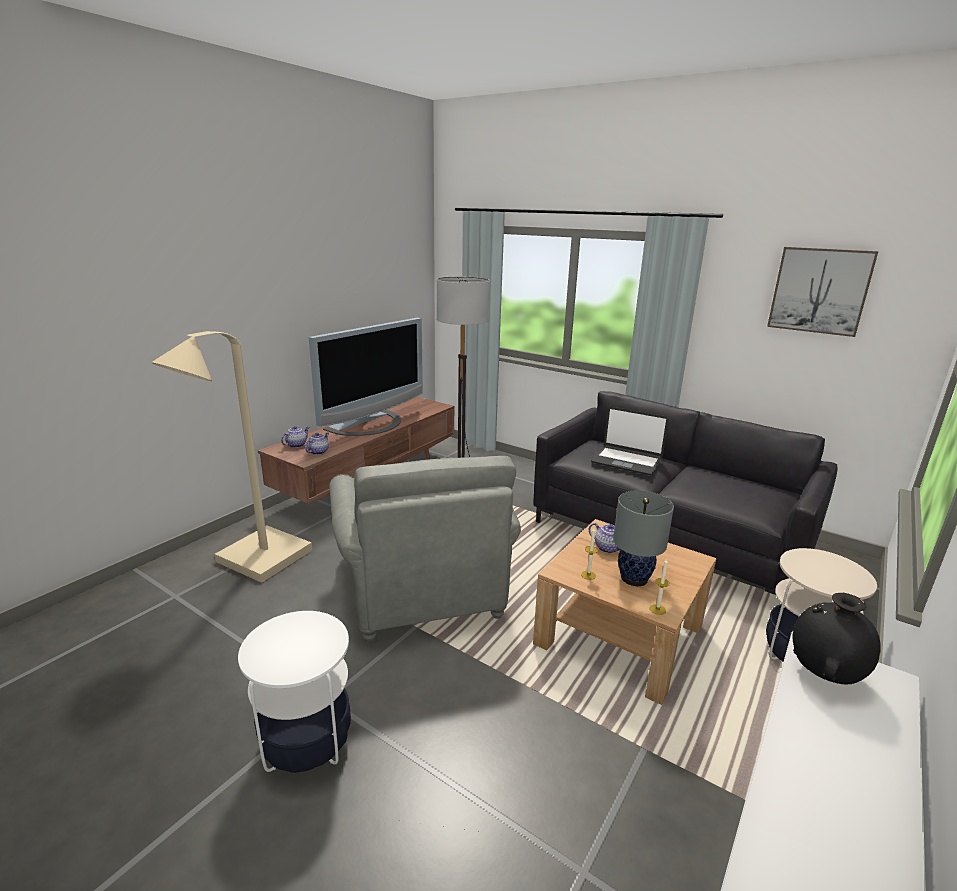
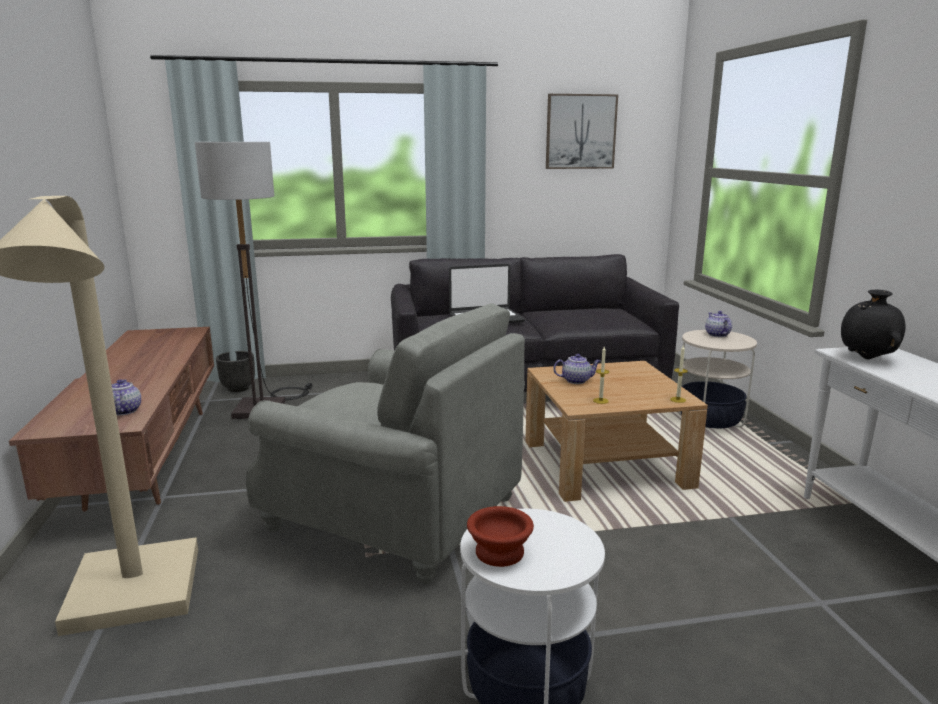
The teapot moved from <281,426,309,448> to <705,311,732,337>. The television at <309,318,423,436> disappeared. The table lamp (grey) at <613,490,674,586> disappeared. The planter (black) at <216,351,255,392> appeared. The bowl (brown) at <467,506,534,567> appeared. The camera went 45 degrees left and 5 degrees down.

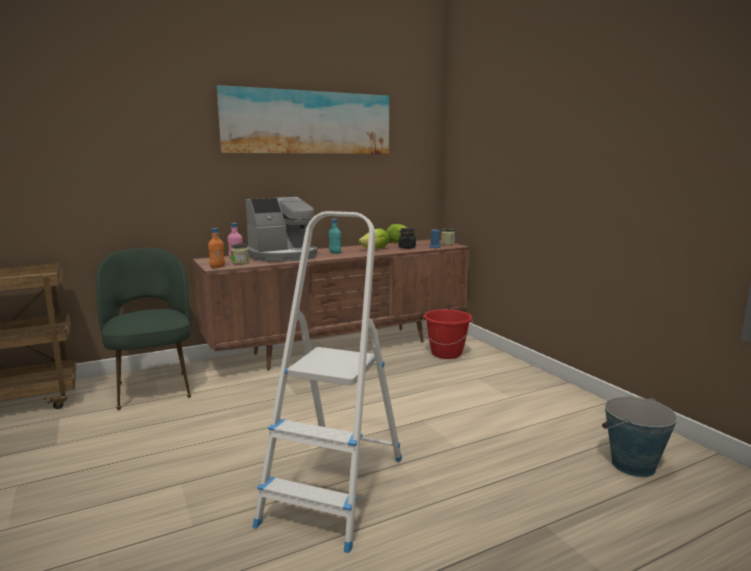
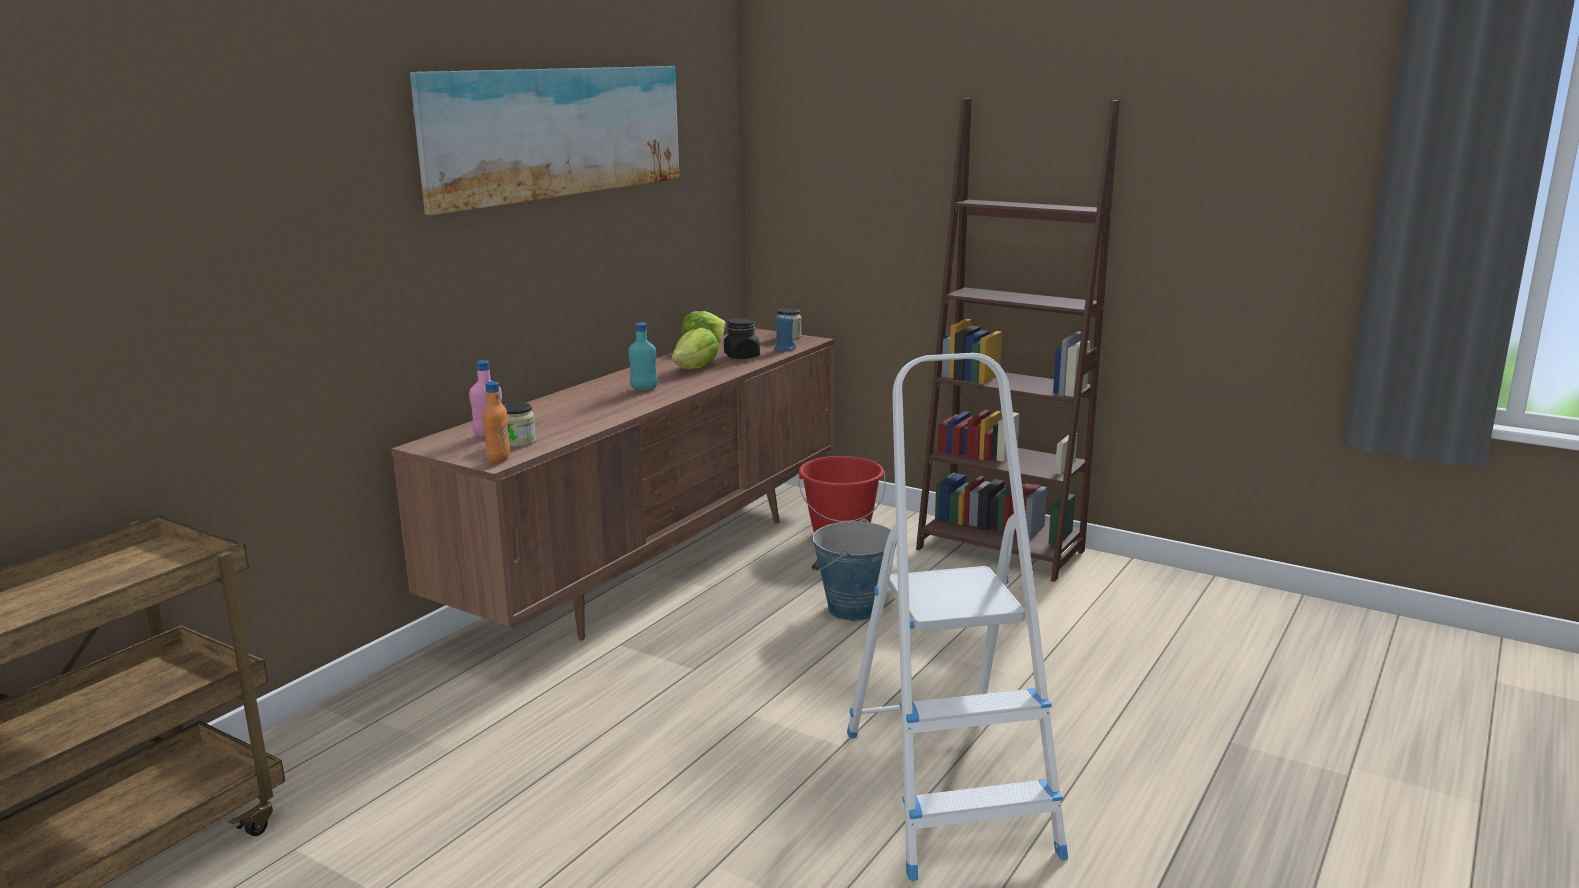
The chair (green) at <96,248,191,410> disappeared. The coffee machine at <245,197,317,262> disappeared. The bucket moved from <602,396,678,477> to <812,519,897,621>. The bookcase (brown) at <916,98,1120,582> appeared. The camera went 30 degrees left and 5 degrees up.

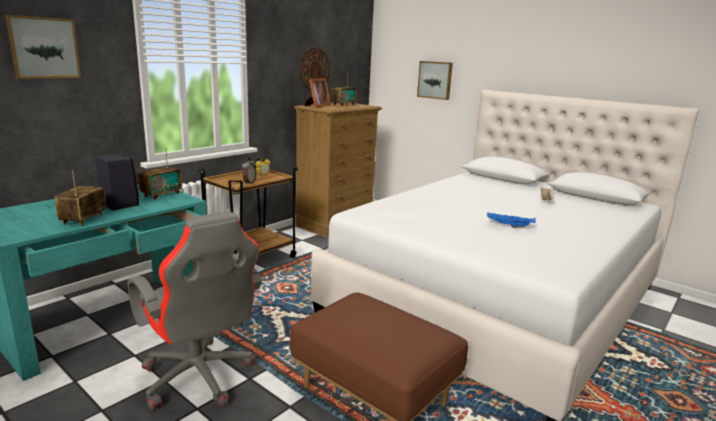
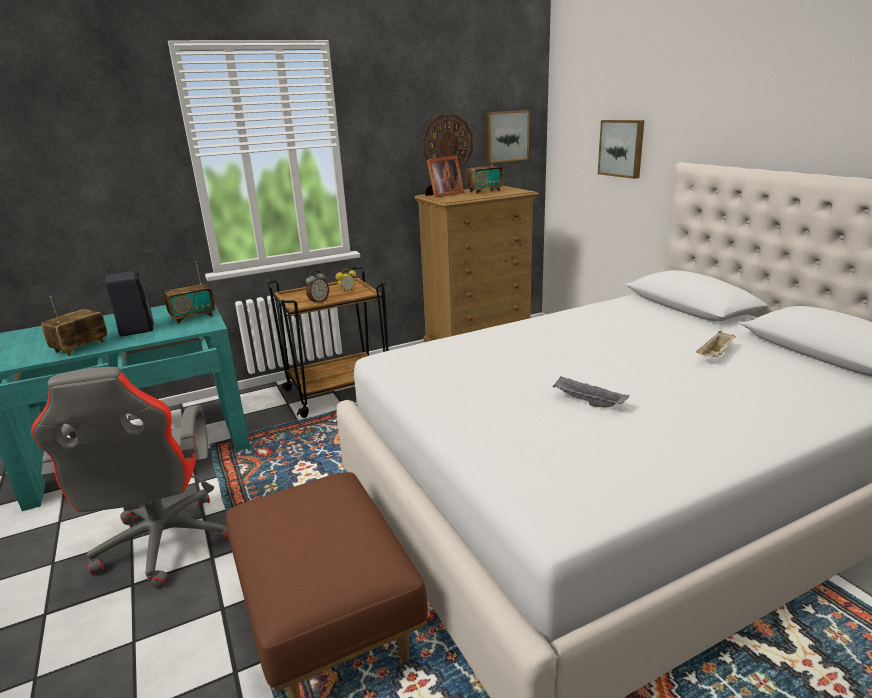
The picture moved from <5,15,81,79> to <486,110,530,163>. The tray (blue) at <487,213,536,228> became the tray (grey) at <553,377,629,408>. The camera went 25 degrees right and 5 degrees up.

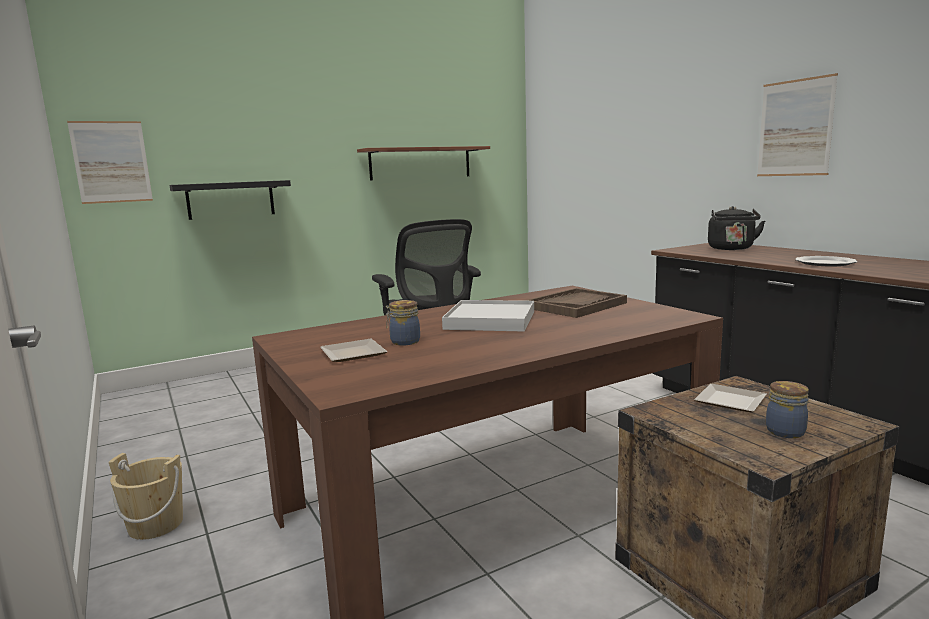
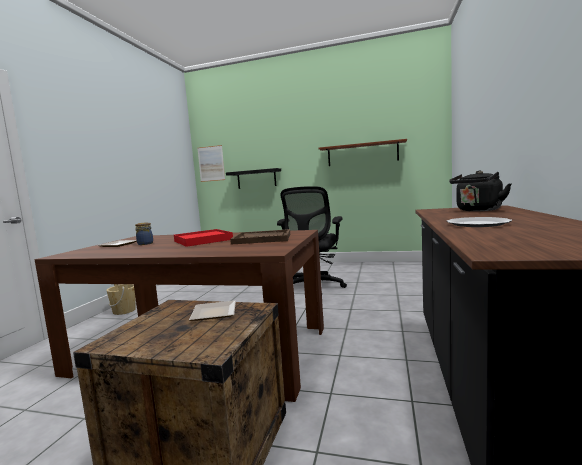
The tray (white) at <442,300,534,332> became the tray (red) at <174,229,233,247>. The picture at <757,73,838,176> disappeared. The jar at <766,381,809,438> disappeared. The camera went 45 degrees right and 5 degrees down.

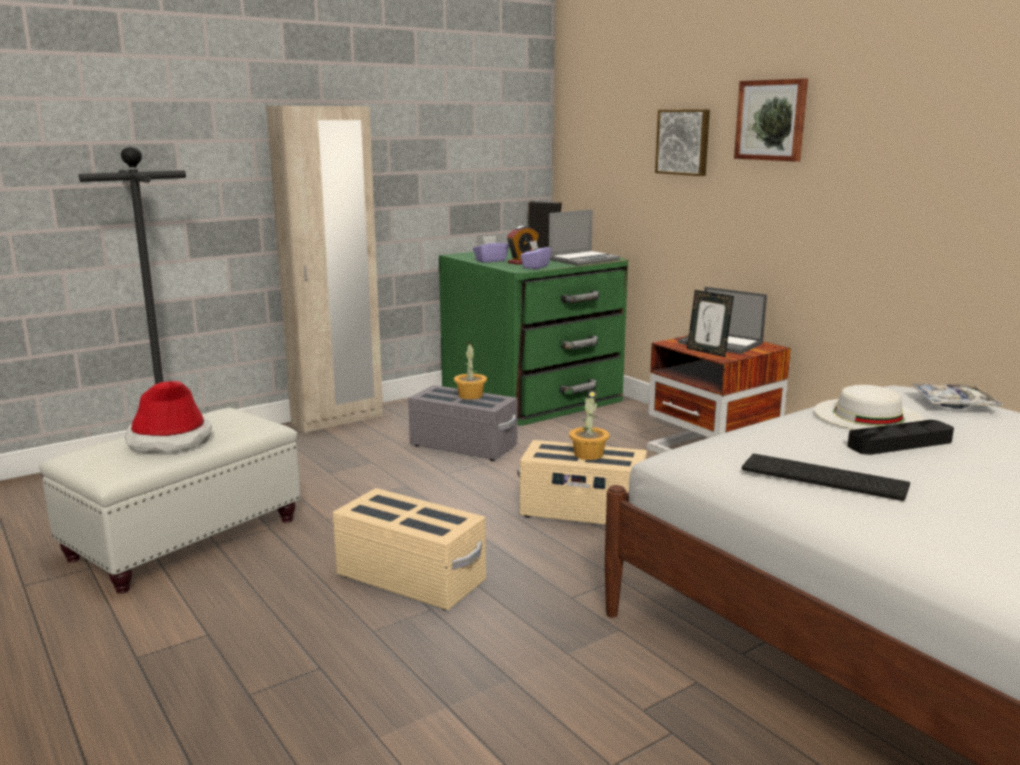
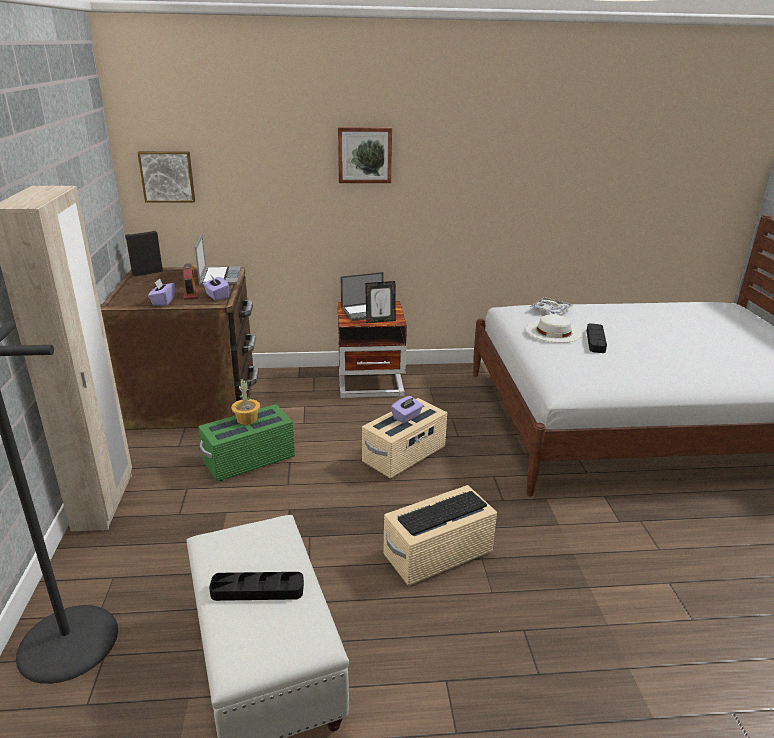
The hat at <125,381,212,453> was replaced by the tray (black) at <209,572,304,601>. The storage box (grey) at <408,385,518,461> became the storage box (green) at <198,404,295,482>. The dresser (green) at <439,248,628,426> became the dresser (brown) at <100,267,258,430>. The potted plant at <569,390,609,460> was replaced by the tissue box (purple) at <391,396,423,423>. The picture moved from <655,109,710,176> to <137,151,195,203>. The keyboard moved from <742,454,910,501> to <398,491,487,535>. The camera went 60 degrees left and 10 degrees up.

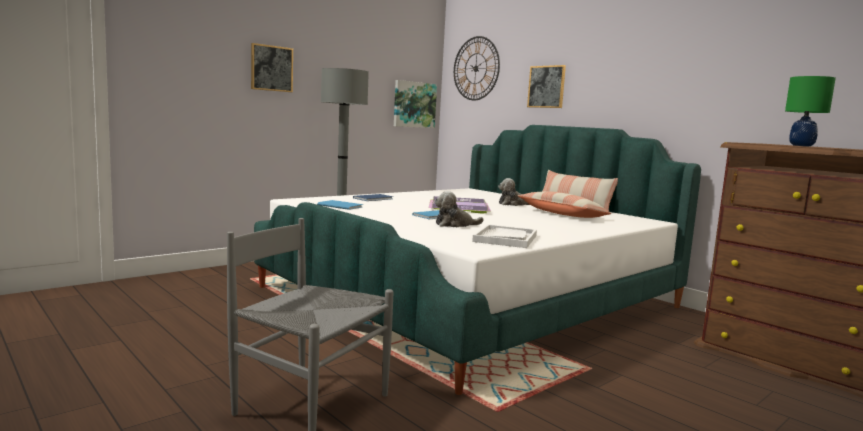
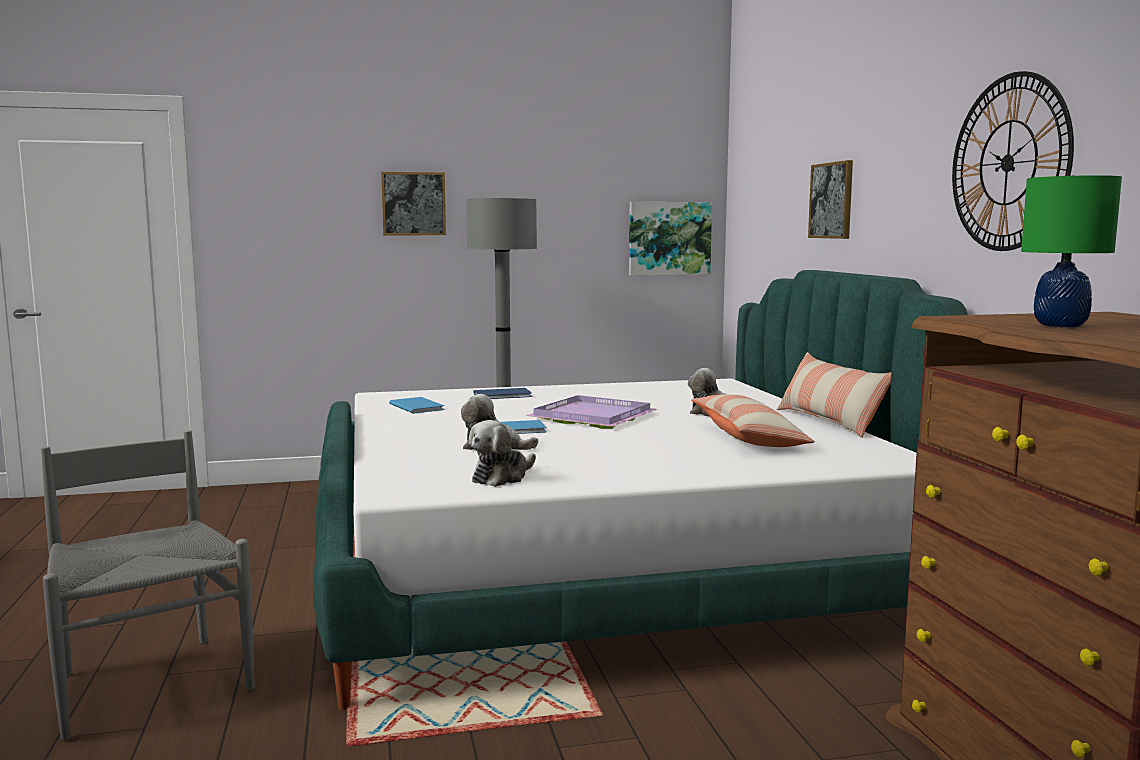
The wall clock moved from <454,36,500,101> to <952,71,1074,251>. The tray (white) at <472,224,537,248> was replaced by the plush toy at <468,420,536,487>. The camera went 30 degrees right and 0 degrees up.

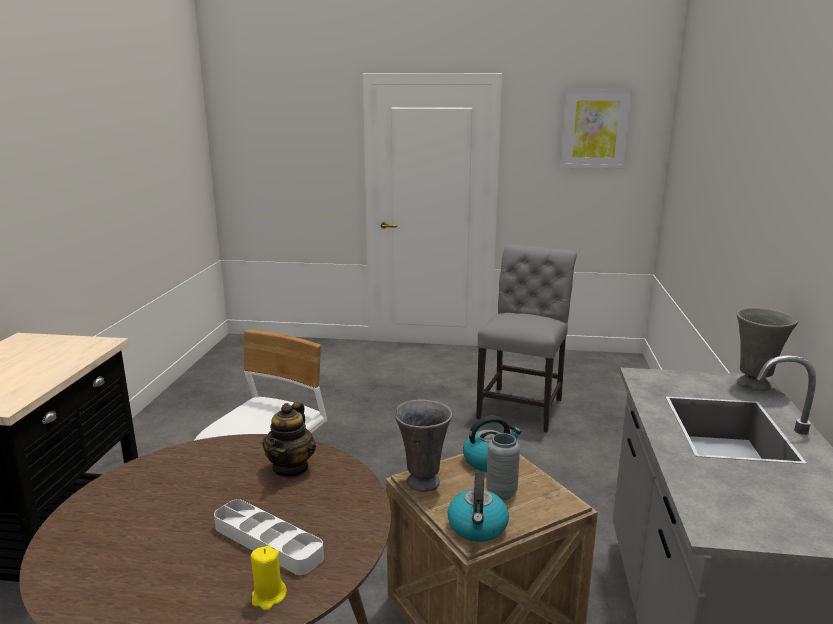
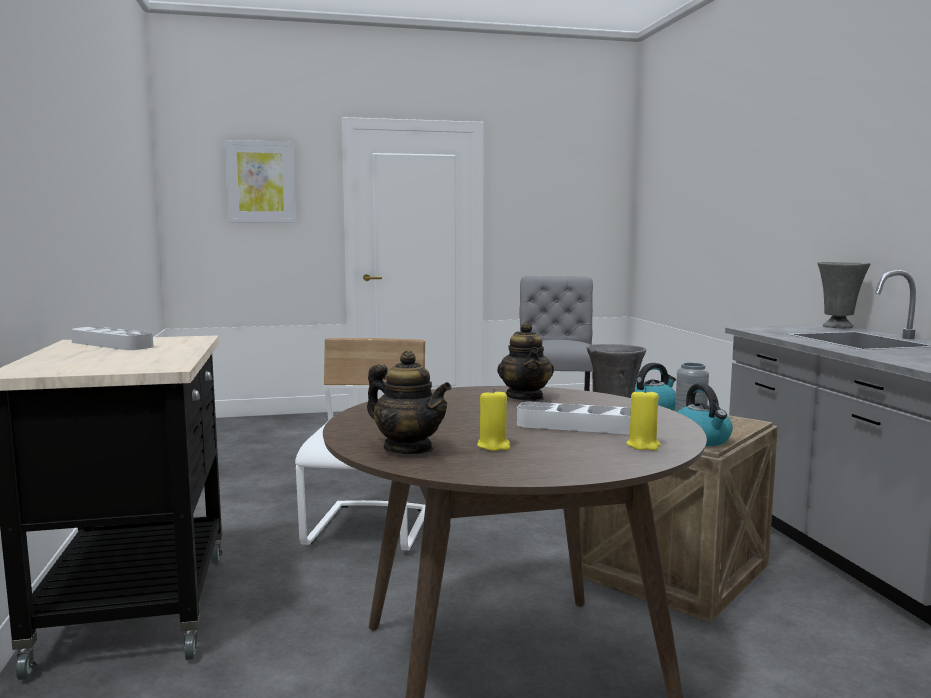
The picture moved from <561,89,632,169> to <224,140,295,223>. The tray (grey) at <71,326,154,350> appeared. The teapot at <367,351,451,454> appeared. The candle (yellow) at <477,388,510,451> appeared. The camera went 20 degrees left and 10 degrees down.

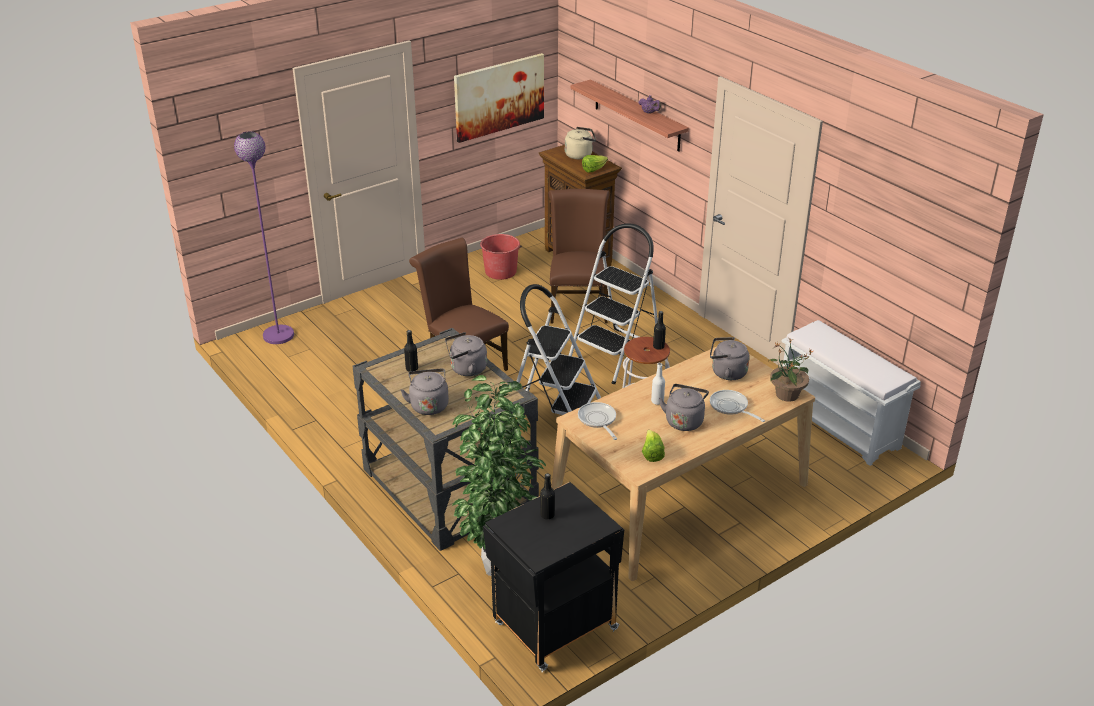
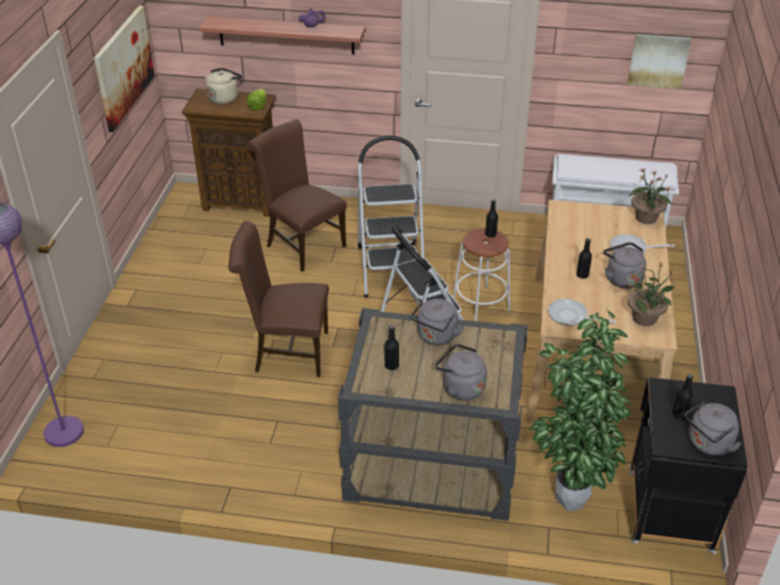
The bucket (red) at <480,234,522,280> disappeared. The lettuce at <642,430,665,462> was replaced by the potted plant at <627,263,675,326>. The bottle (white) at <651,363,665,405> became the bottle (black) at <576,238,592,279>. The kettle (grey) moved from <710,337,750,380> to <685,402,742,455>. The picture at <627,34,691,89> appeared. The camera went 45 degrees left and 5 degrees up.

